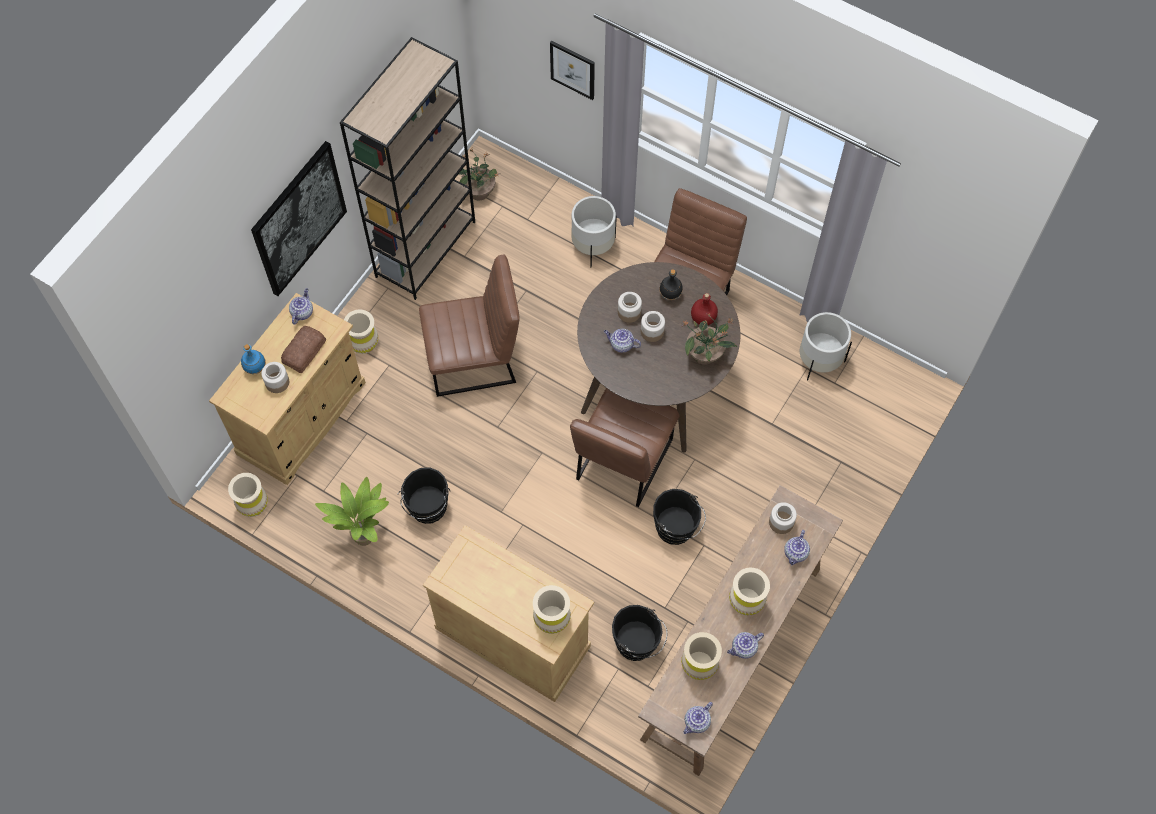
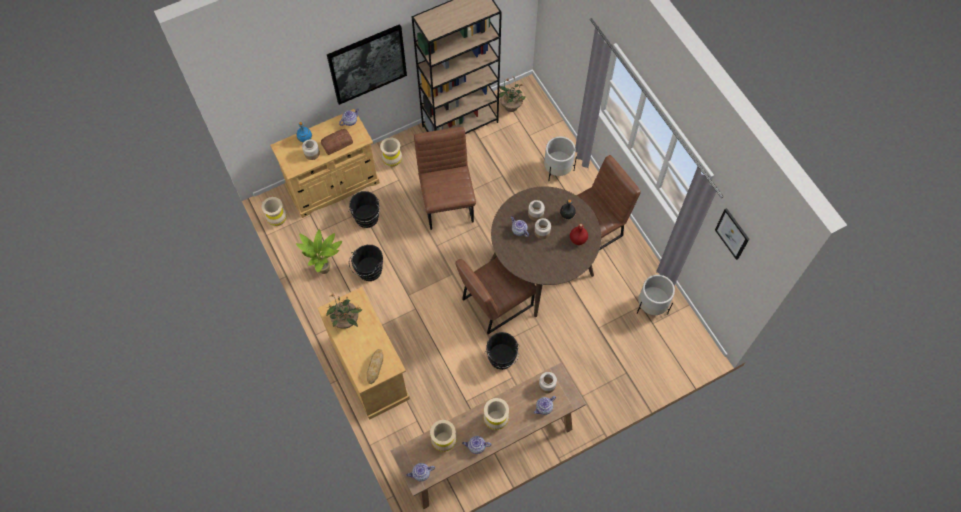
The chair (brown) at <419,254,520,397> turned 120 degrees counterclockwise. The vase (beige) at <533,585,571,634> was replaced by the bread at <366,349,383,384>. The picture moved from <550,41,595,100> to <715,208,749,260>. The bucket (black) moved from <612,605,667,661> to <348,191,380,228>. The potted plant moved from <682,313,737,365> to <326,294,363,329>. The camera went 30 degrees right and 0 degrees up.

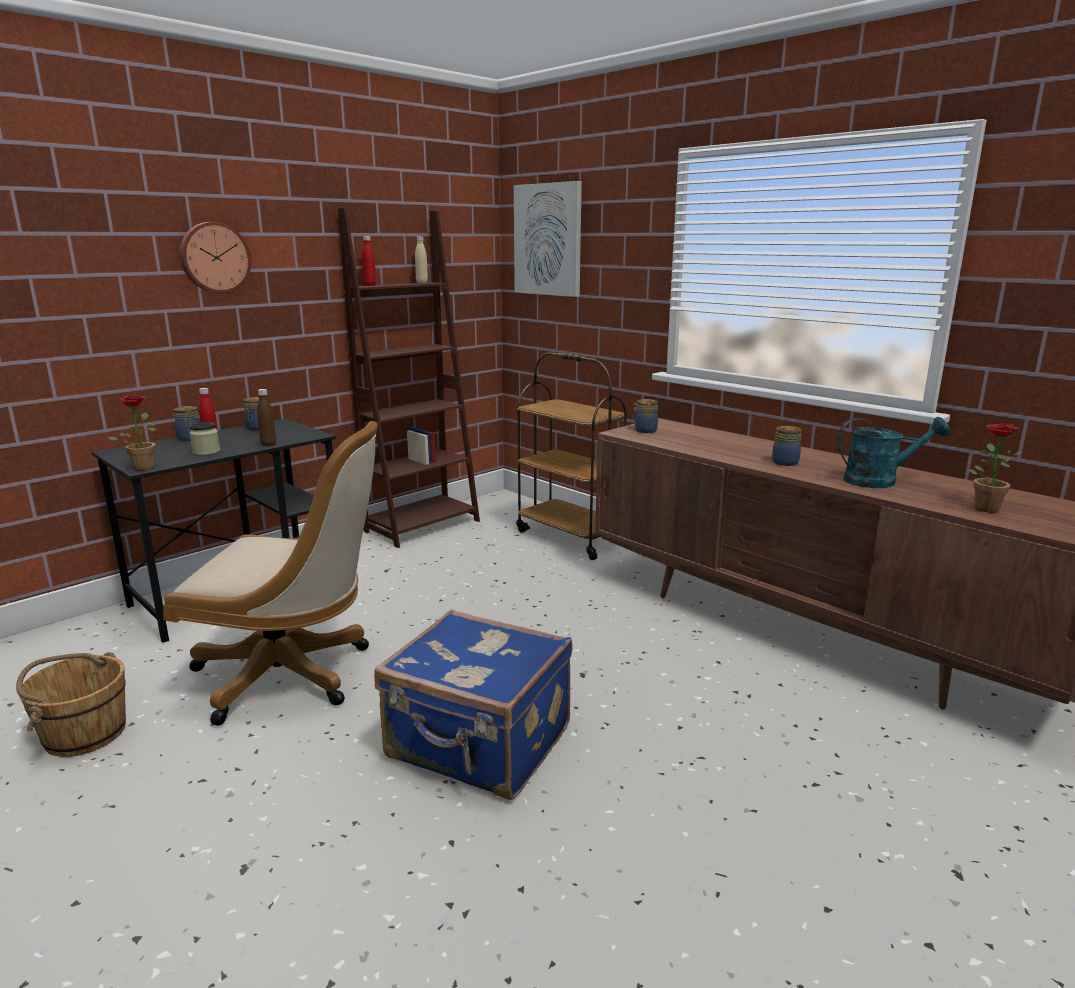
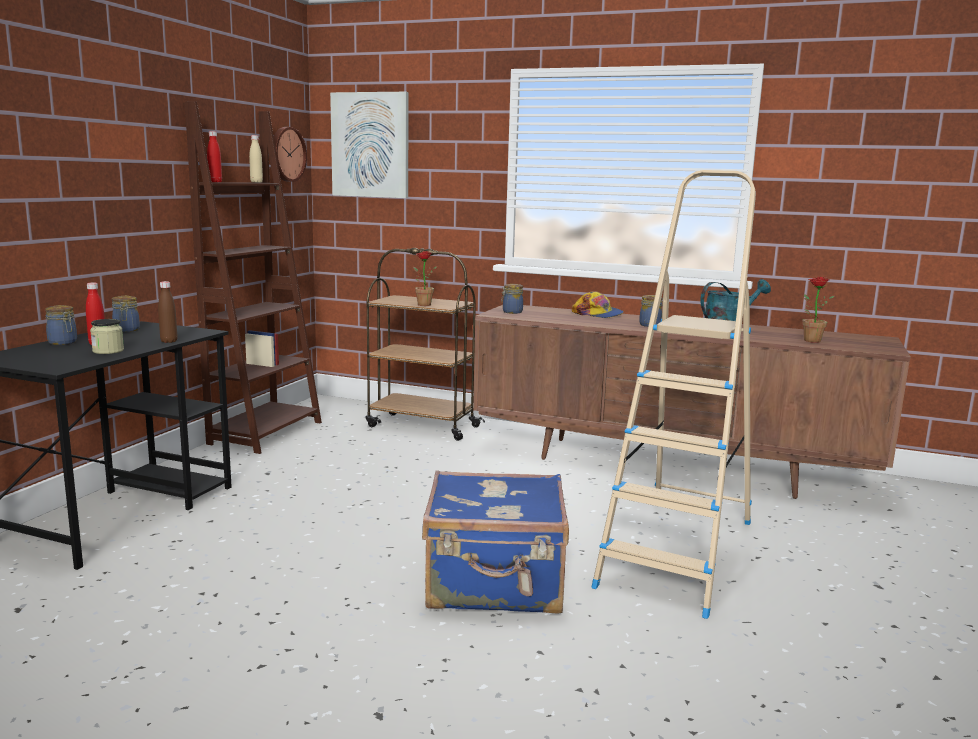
The bucket (brown) at <16,652,126,757> disappeared. The potted plant moved from <108,395,156,471> to <413,251,437,306>. The office chair at <163,421,378,726> disappeared. The wall clock moved from <180,222,251,293> to <273,127,307,182>. The cap at <572,291,624,318> appeared. The step ladder (beige) at <592,170,756,619> appeared. The camera went 25 degrees left and 5 degrees down.

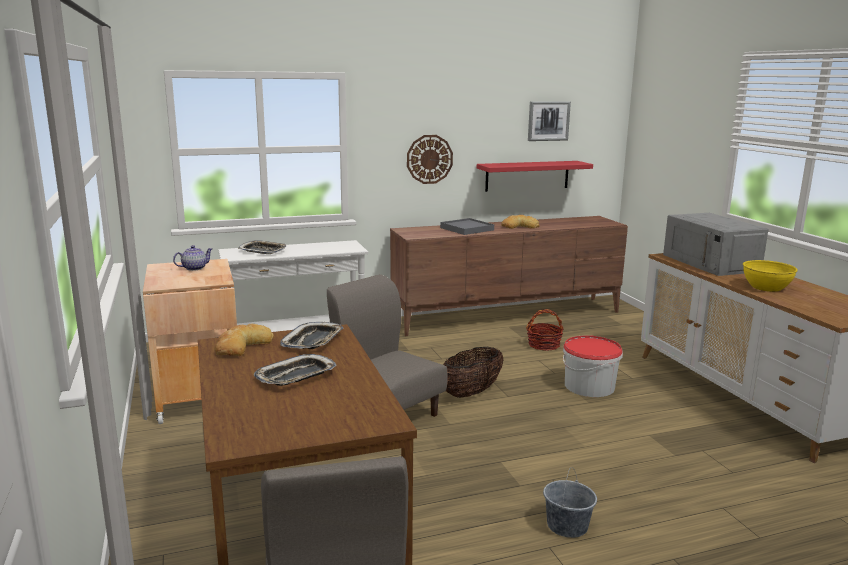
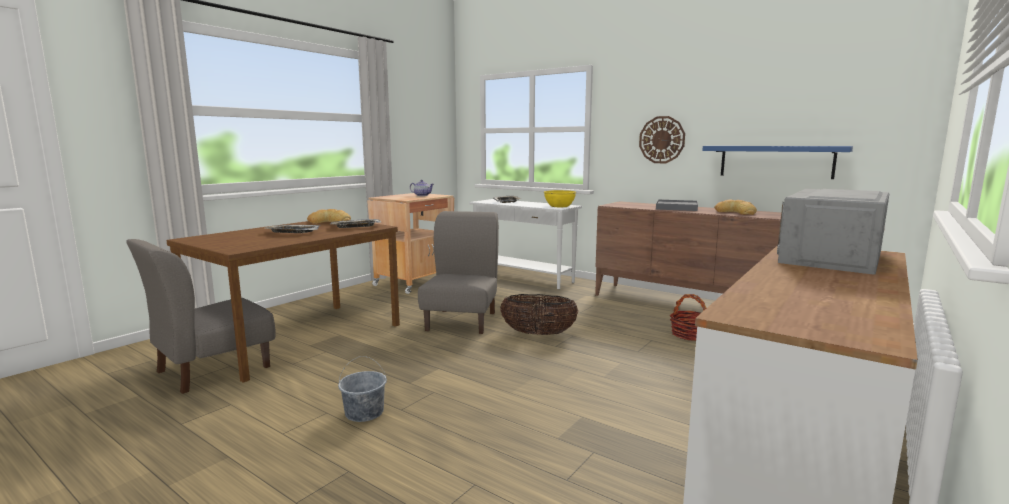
The shelf (red) at <477,161,593,192> became the shelf (blue) at <702,146,853,179>. The picture at <528,101,571,141> disappeared. The bucket at <563,335,623,397> disappeared. The bowl (yellow) moved from <743,260,798,292> to <544,190,576,207>. The camera went 55 degrees right and 5 degrees down.

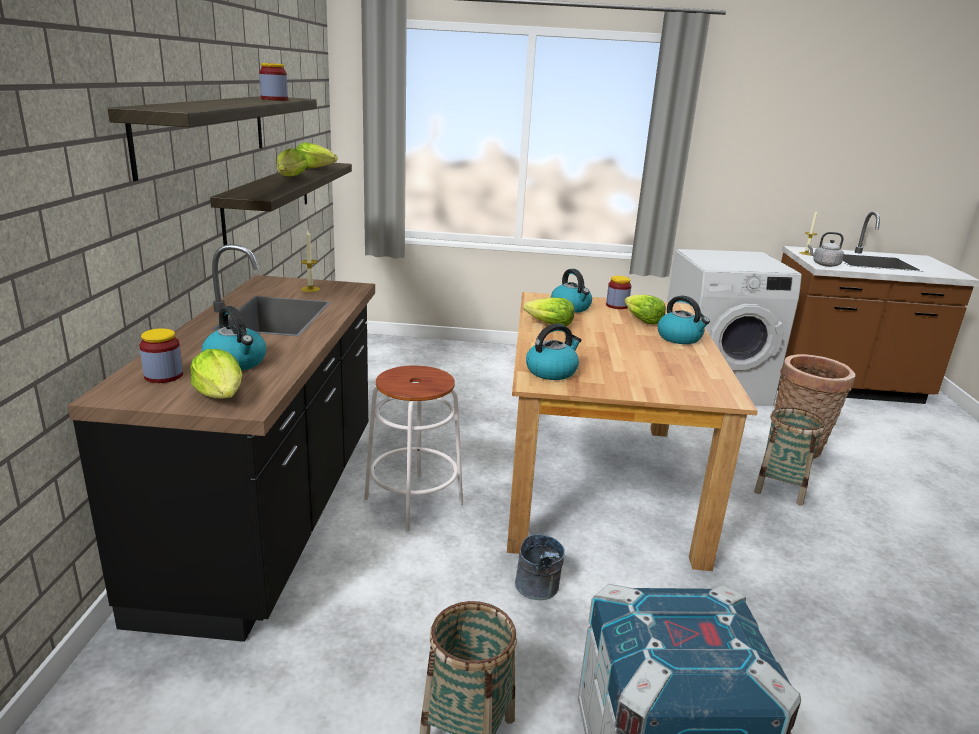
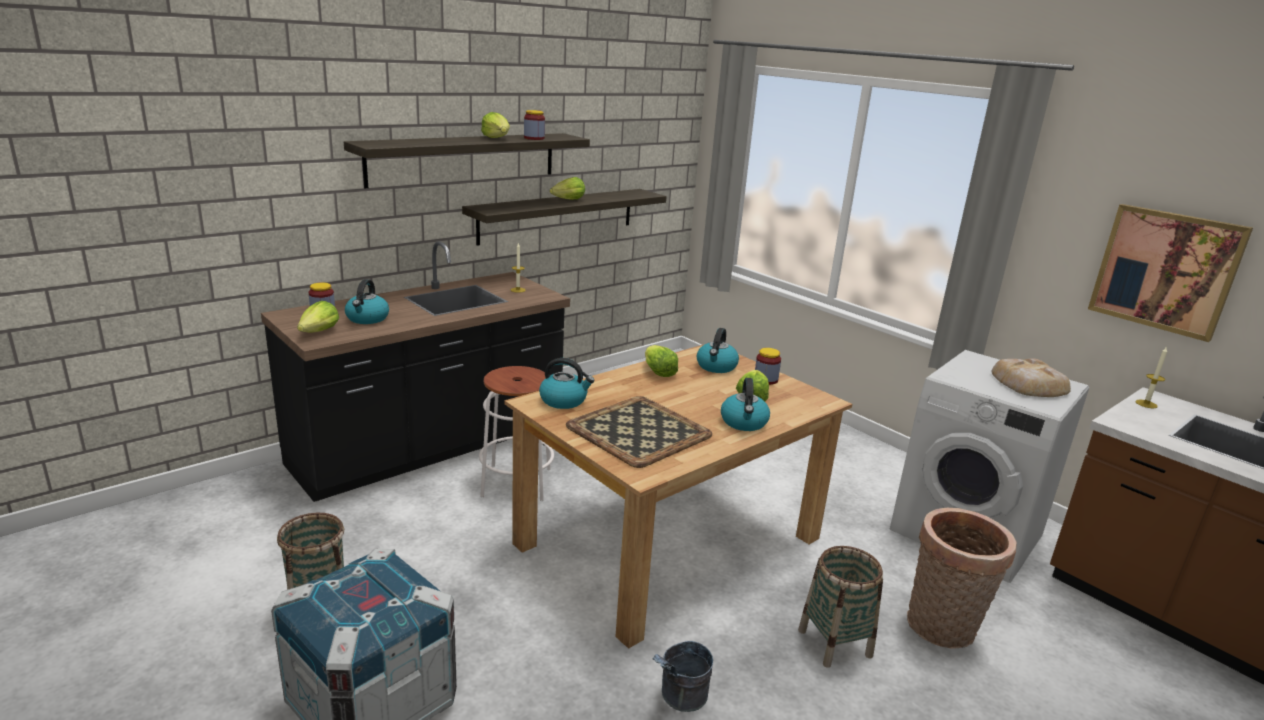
The lettuce moved from <296,142,338,168> to <481,112,510,138>. The bucket (grey) moved from <515,534,565,600> to <653,641,713,712>. The kettle (grey) at <807,232,844,267> disappeared. The tray at <566,396,712,468> appeared. The bread at <992,358,1071,397> appeared. The picture at <1088,204,1253,342> appeared. The camera went 45 degrees right and 0 degrees up.

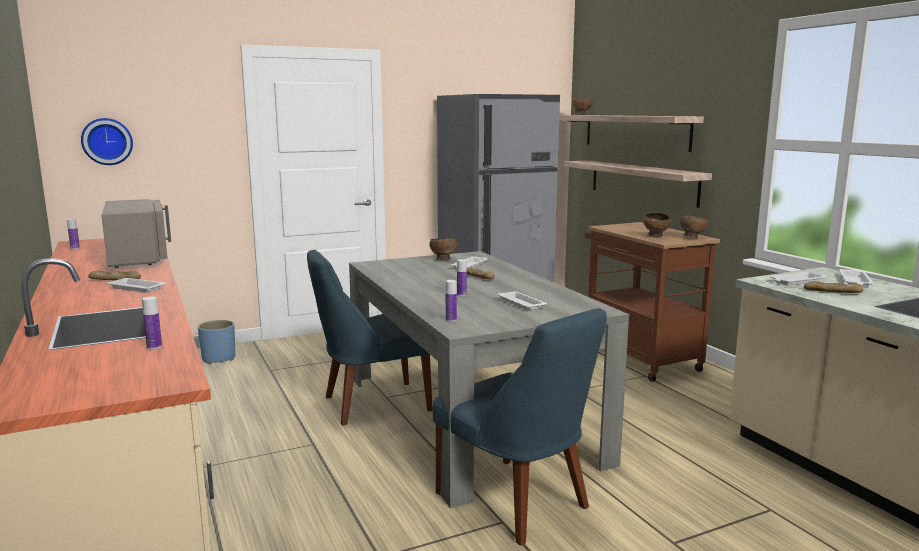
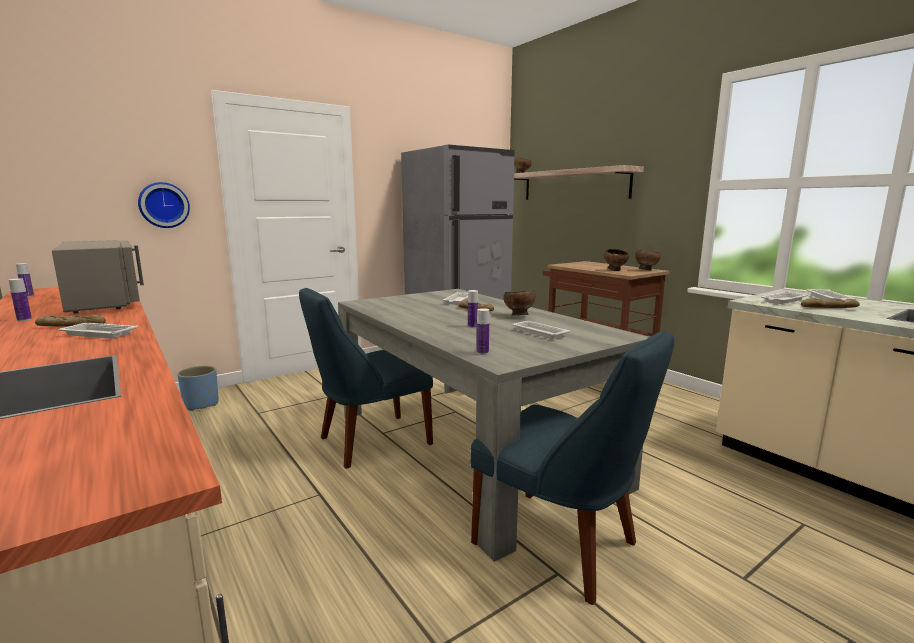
The wall clock moved from <81,118,133,165> to <138,182,190,228>. The bottle moved from <142,296,162,349> to <9,278,32,321>. The bowl (brown) moved from <429,238,457,259> to <503,290,536,315>. The shelf at <564,160,712,208> disappeared. The camera went 10 degrees left and 0 degrees up.

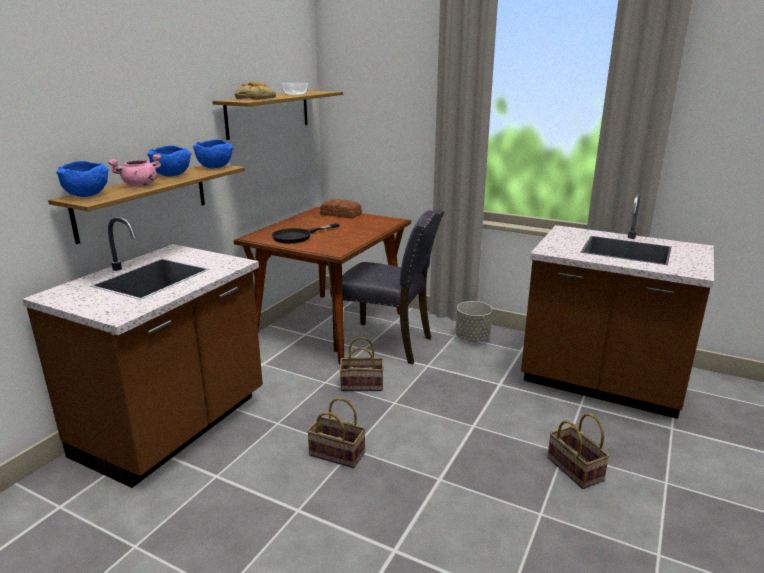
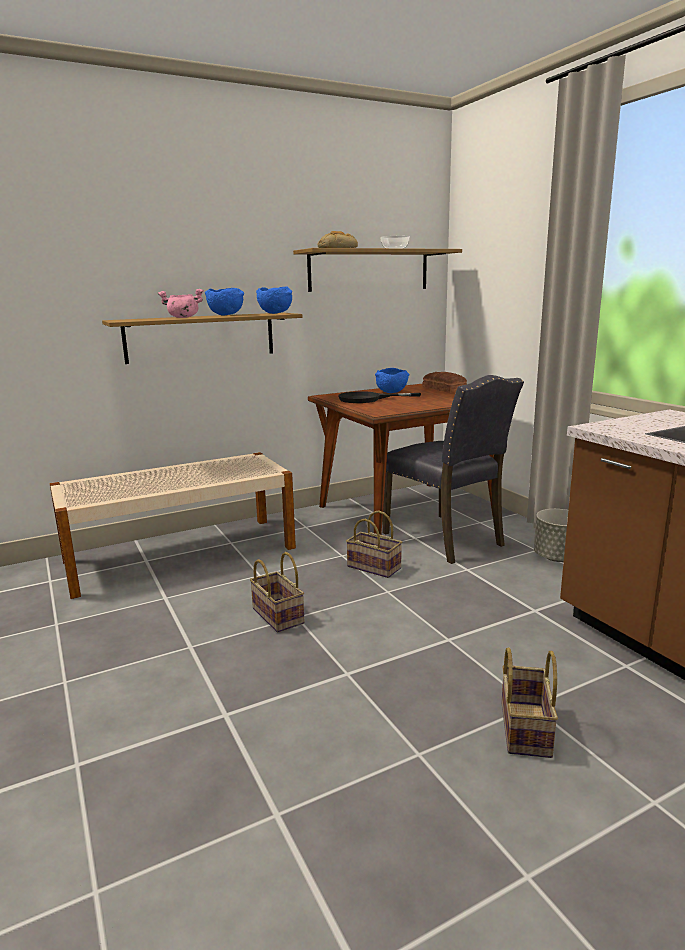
The counter (brown) at <22,217,263,488> was replaced by the bench (beige) at <50,452,296,599>. The bowl (blue) moved from <56,161,109,197> to <375,368,410,393>. The camera went 35 degrees right and 5 degrees down.

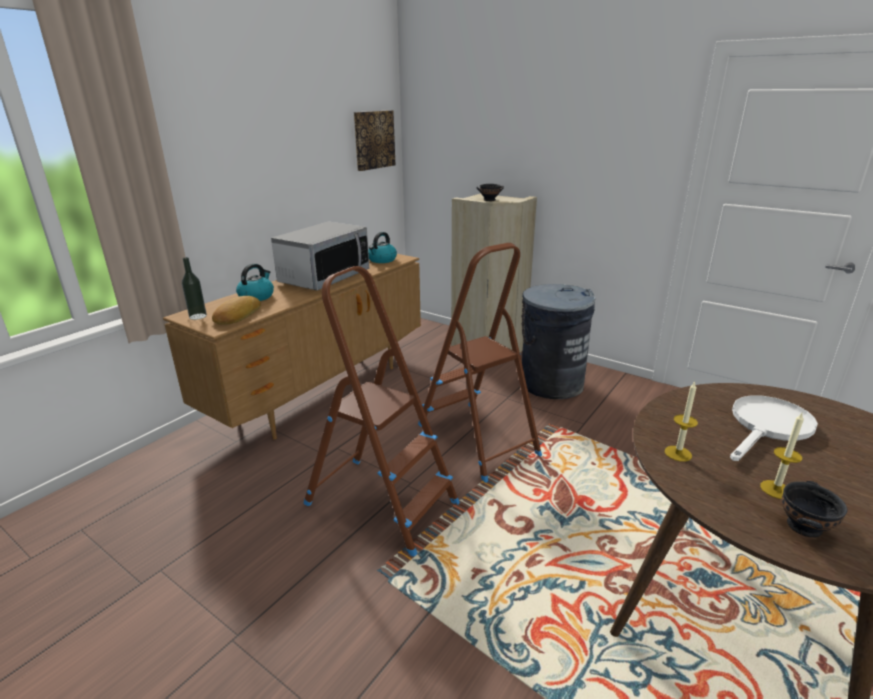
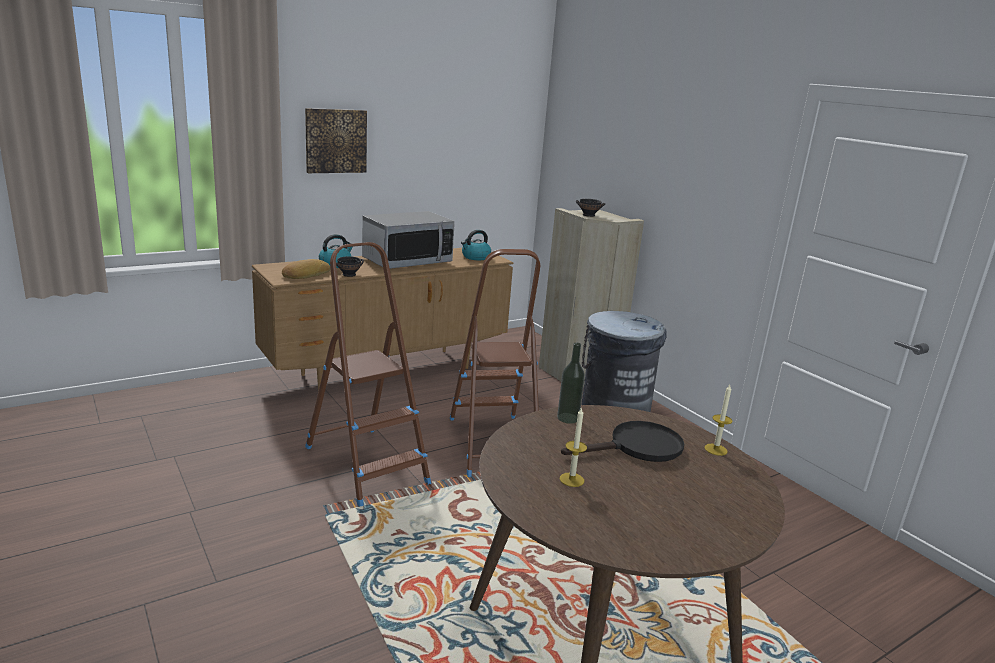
The bottle moved from <182,257,207,320> to <557,343,585,424>. The picture moved from <354,110,395,171> to <305,108,367,173>. The candle moved from <665,382,698,462> to <704,384,732,456>. The frying pan (white) at <730,395,818,461> became the frying pan (black) at <561,421,684,462>. The bowl (black) moved from <782,481,848,538> to <336,256,364,277>. The camera went 20 degrees right and 5 degrees down.

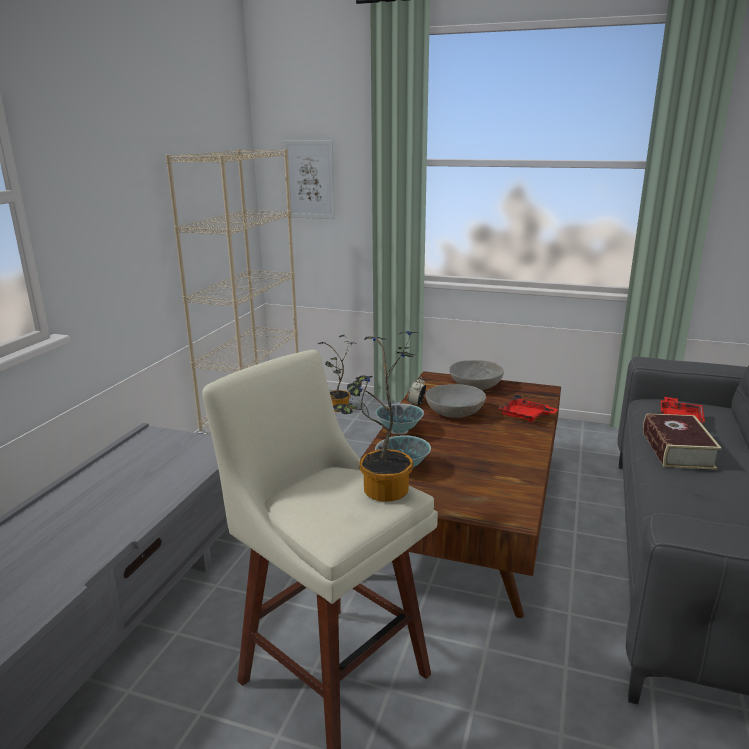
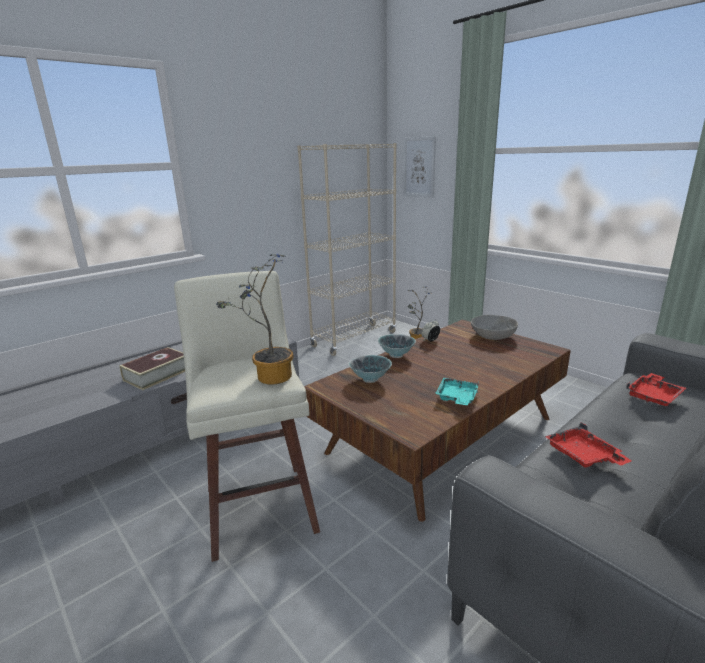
The bowl (grey) at <425,384,486,418> disappeared. The tray (red) moved from <498,394,558,422> to <545,423,632,468>. The book moved from <643,413,722,470> to <119,347,185,390>. The tray (turquoise) at <435,378,479,405> appeared. The camera went 30 degrees right and 0 degrees up.

